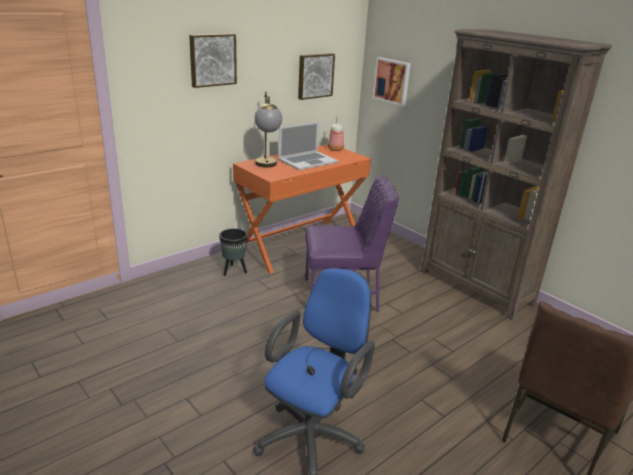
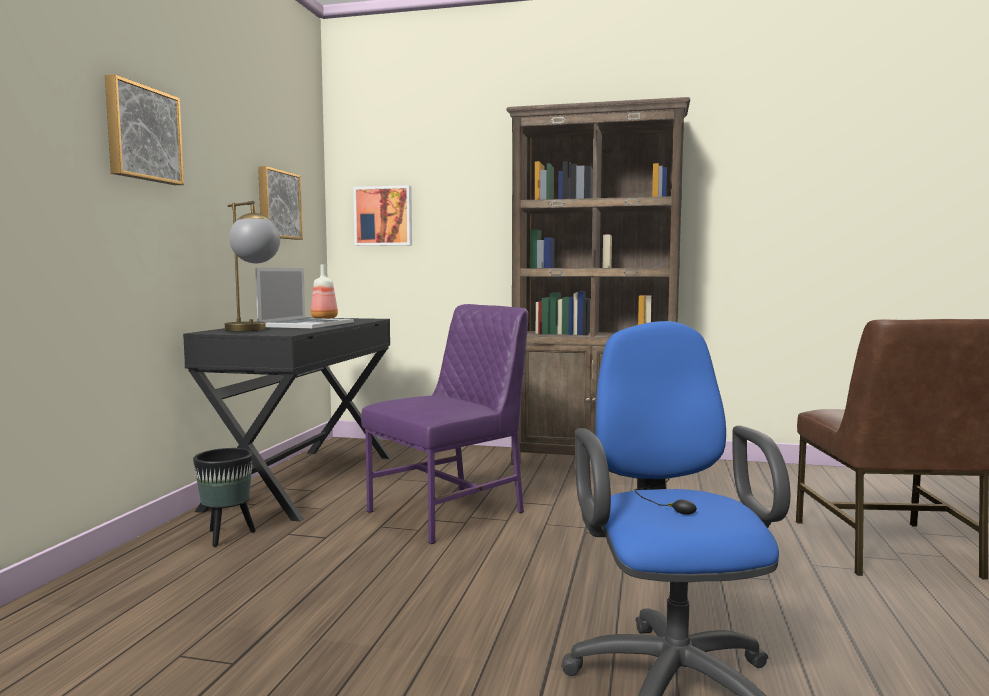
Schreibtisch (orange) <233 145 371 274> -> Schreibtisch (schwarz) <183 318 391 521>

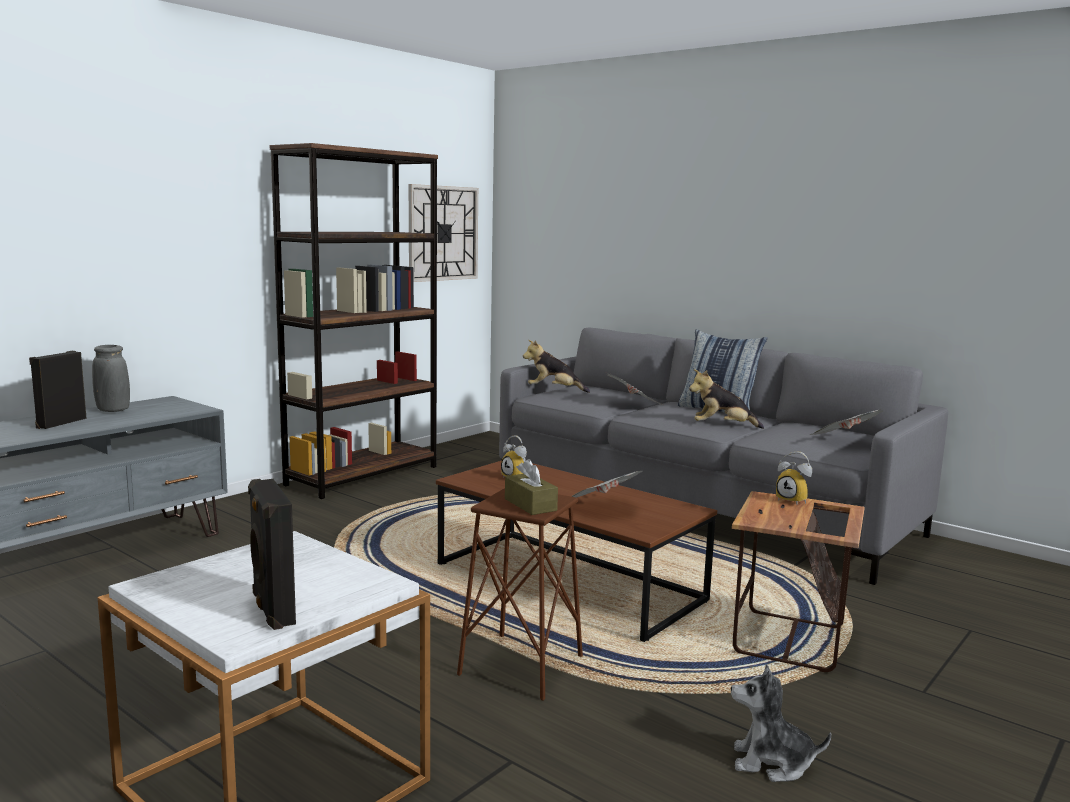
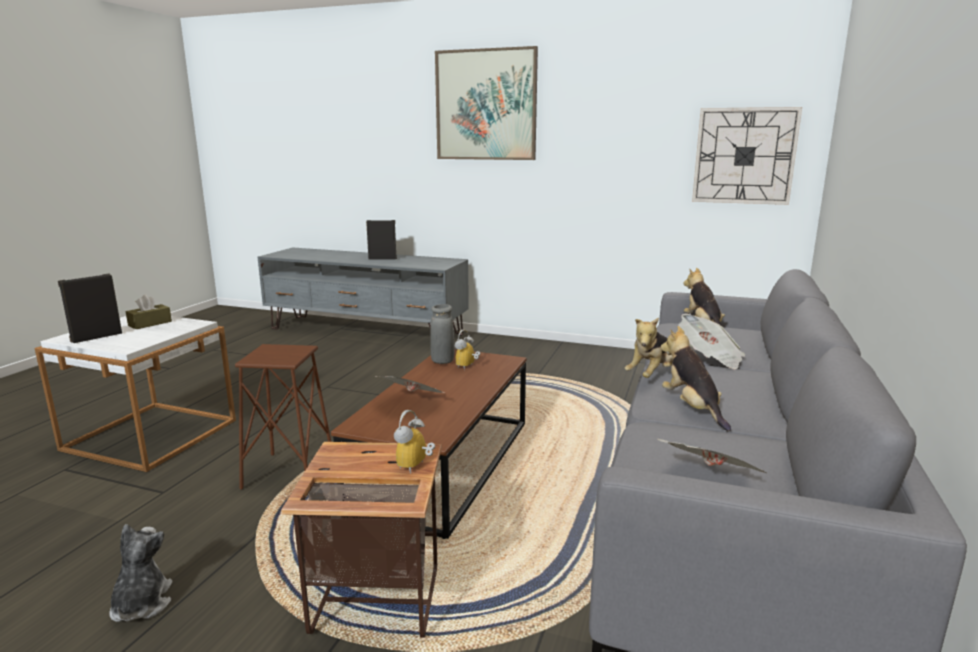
Bücherregal (braun) <270 143 438 499> -> none
Kissen <678 330 768 413> -> none
none -> Bild <435 46 538 160>
none -> Plüschtier <624 317 673 378>
Vase (grau) <92 345 130 412> -> Vase (grau) <430 304 454 364>, move
Taschentuchbox (braun) <505 459 558 515> -> Taschentuchbox (braun) <126 294 172 329>, move

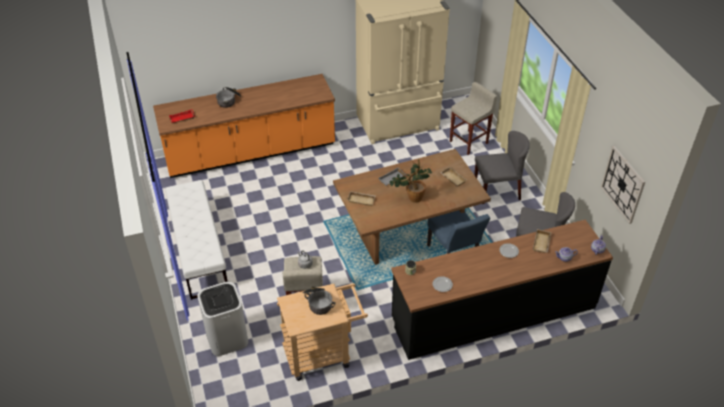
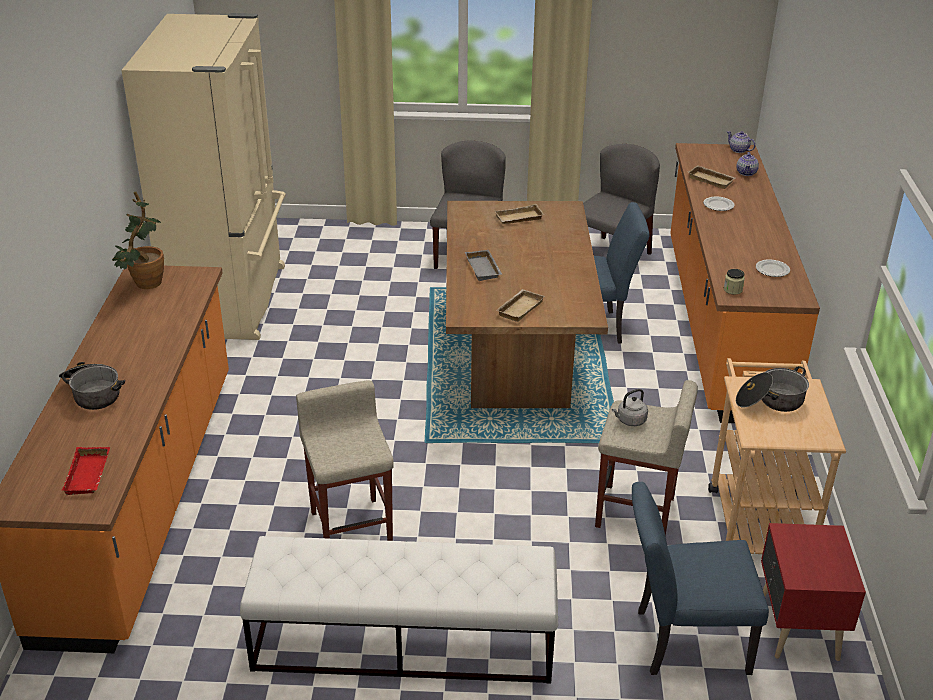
Wanduhr <601 146 645 224> -> none
none -> Nachttisch (rot) <761 523 866 661>
Topfpflanze <389 159 432 203> -> Topfpflanze <113 192 164 289>, move
Hocker (beige) <450 82 498 155> -> Hocker (beige) <296 381 394 541>, move
Mülleimer (weiß) <197 282 248 356> -> Stuhl (blau) <632 482 769 675>
Küchenzeile (schwarz) <391 220 613 360> -> Küchenzeile (orange) <670 143 820 423>

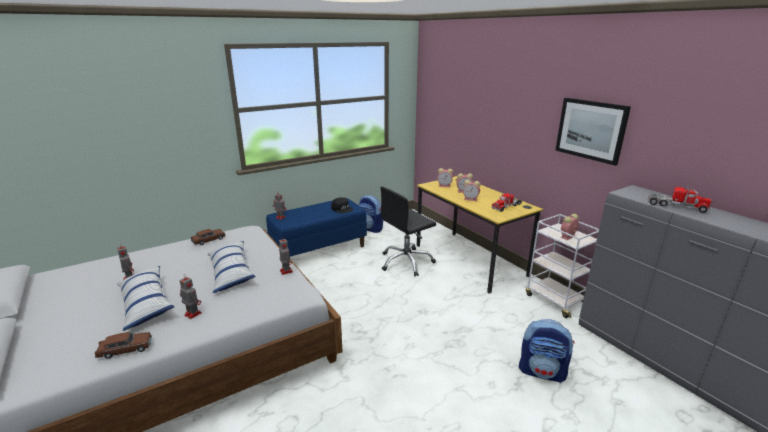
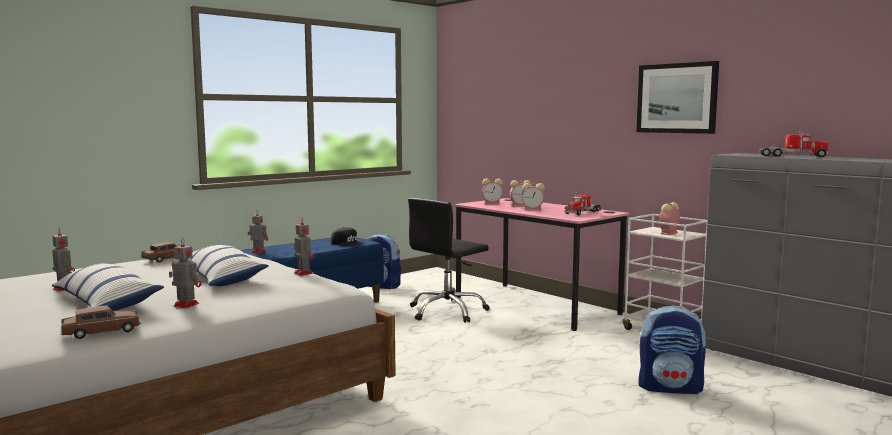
Schreibtisch (gelb) <417 176 543 294> -> Schreibtisch (rosa) <453 198 630 331>

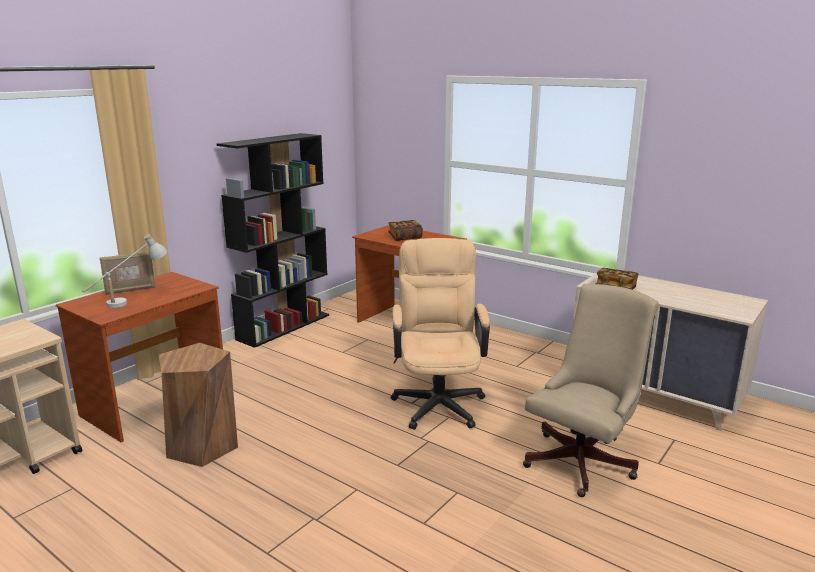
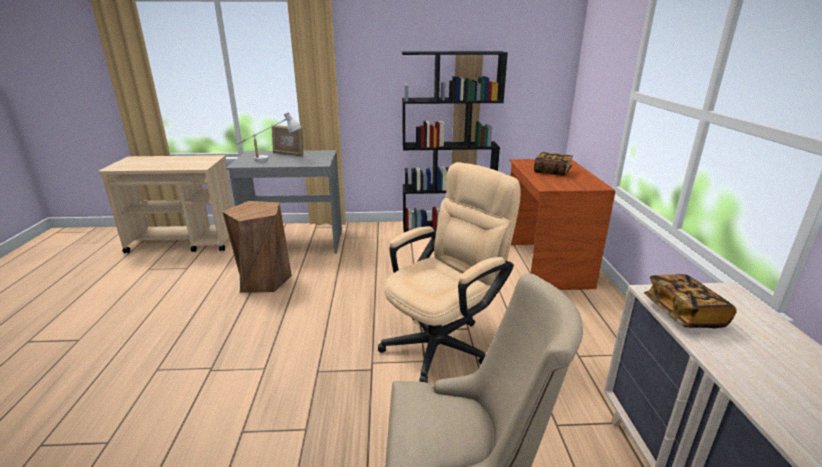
Schreibtisch (braun) <56 272 223 443> -> Schreibtisch (grau) <226 150 342 254>

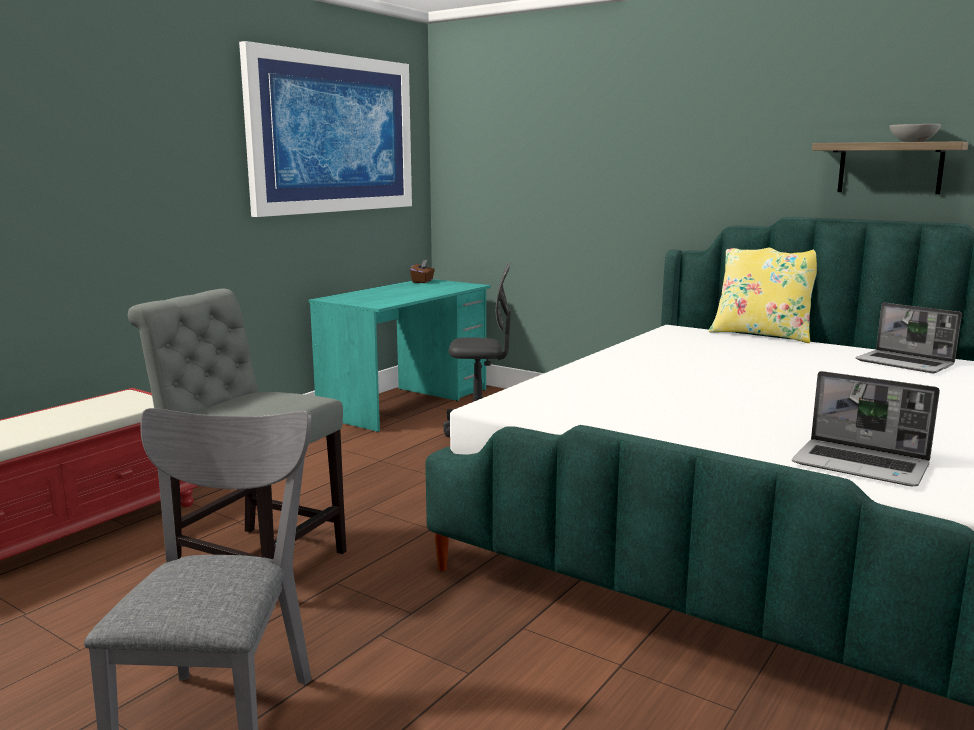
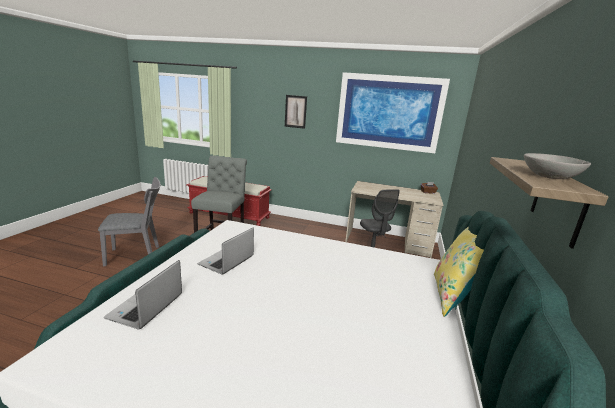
none -> Bild <285 95 307 129>
Laptop <856 303 962 373> -> Laptop <198 227 254 275>, move
Schreibtisch (türkis) <308 279 491 432> -> Schreibtisch (beige) <345 181 443 258>

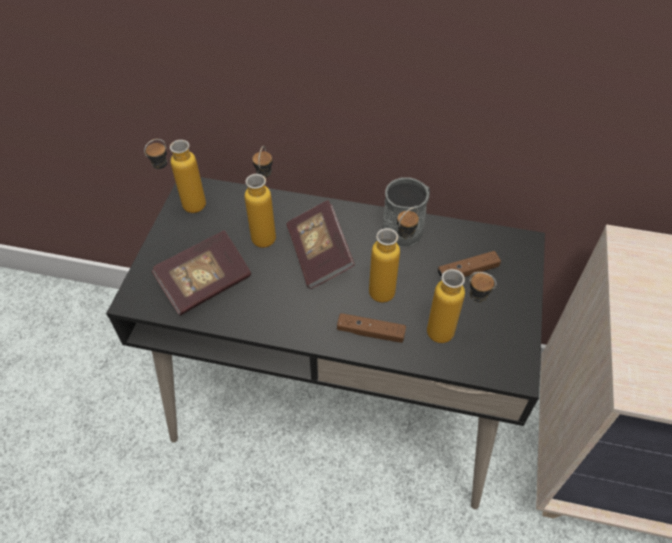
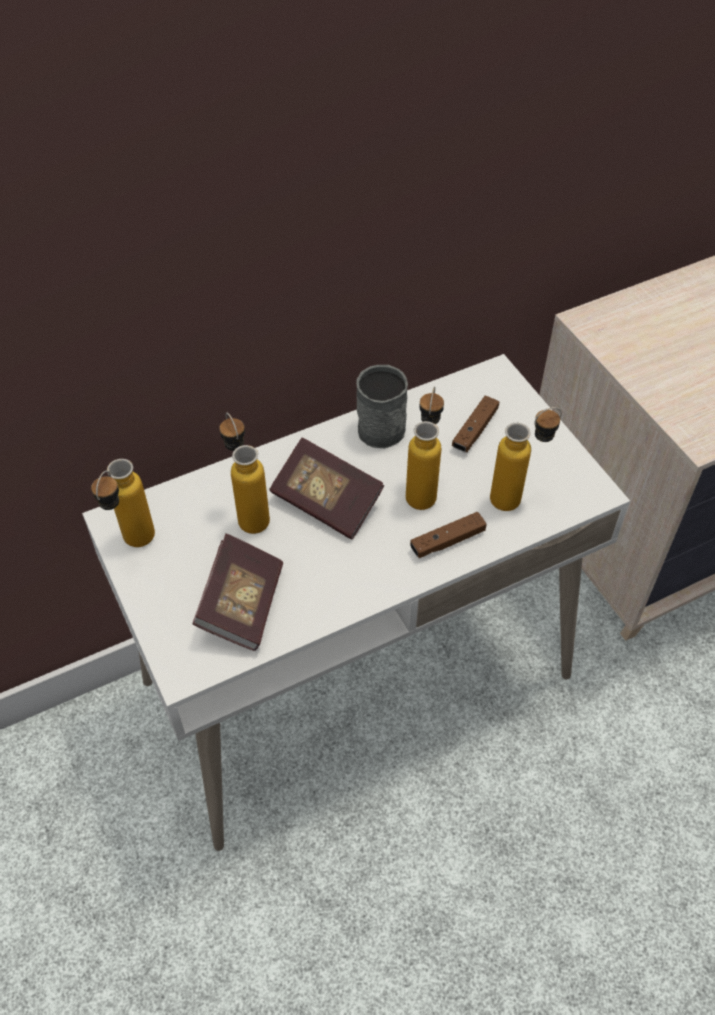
Schreibtisch (schwarz) <106 177 545 509> -> Schreibtisch (weiß) <82 354 630 851>

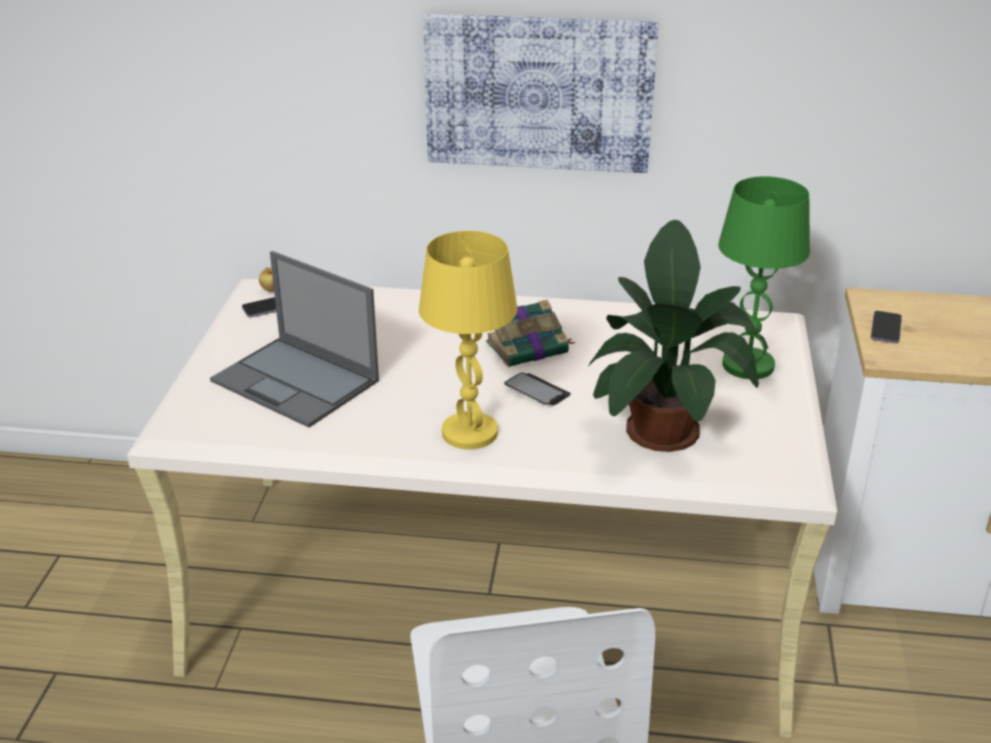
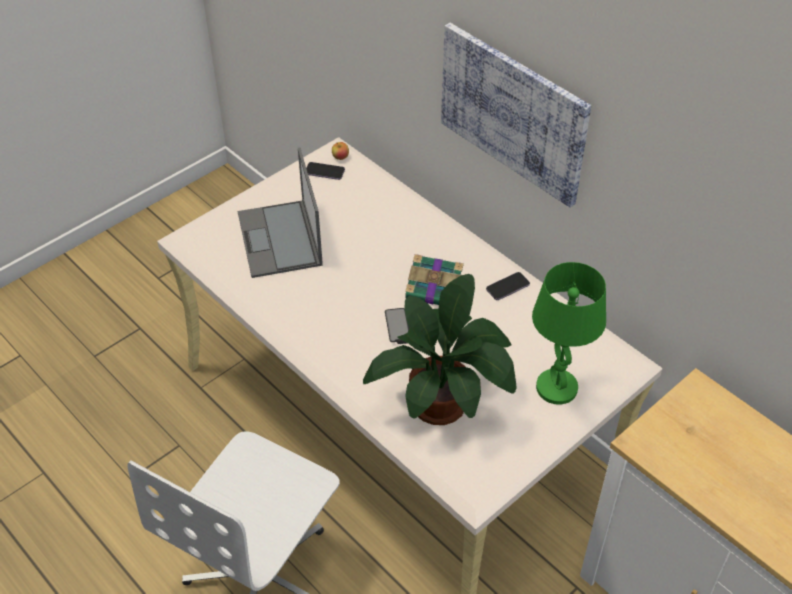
Tischlampe (gelb) <419 231 517 449> -> none
Handy <871 311 902 343> -> Handy <486 272 530 300>, move

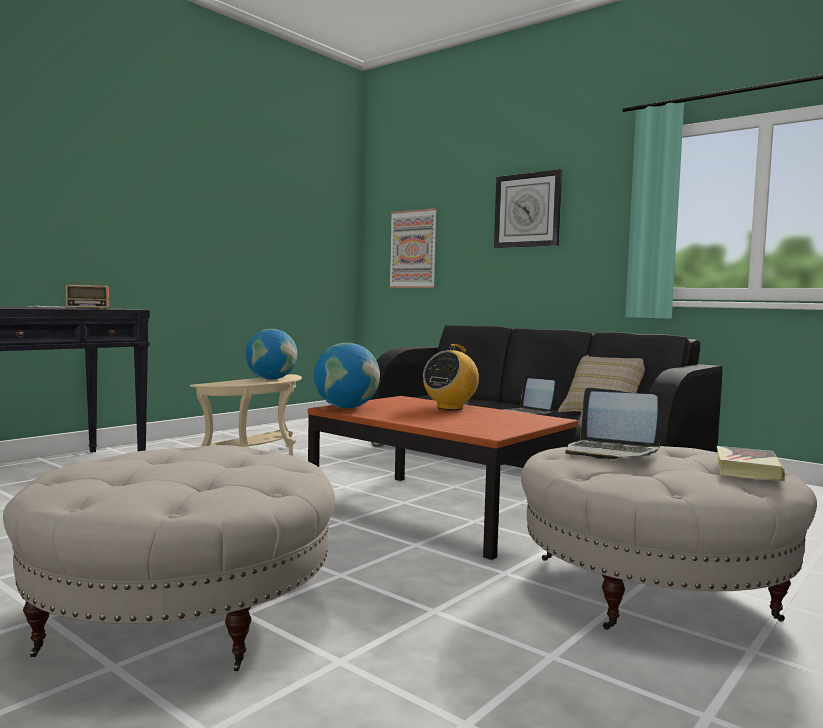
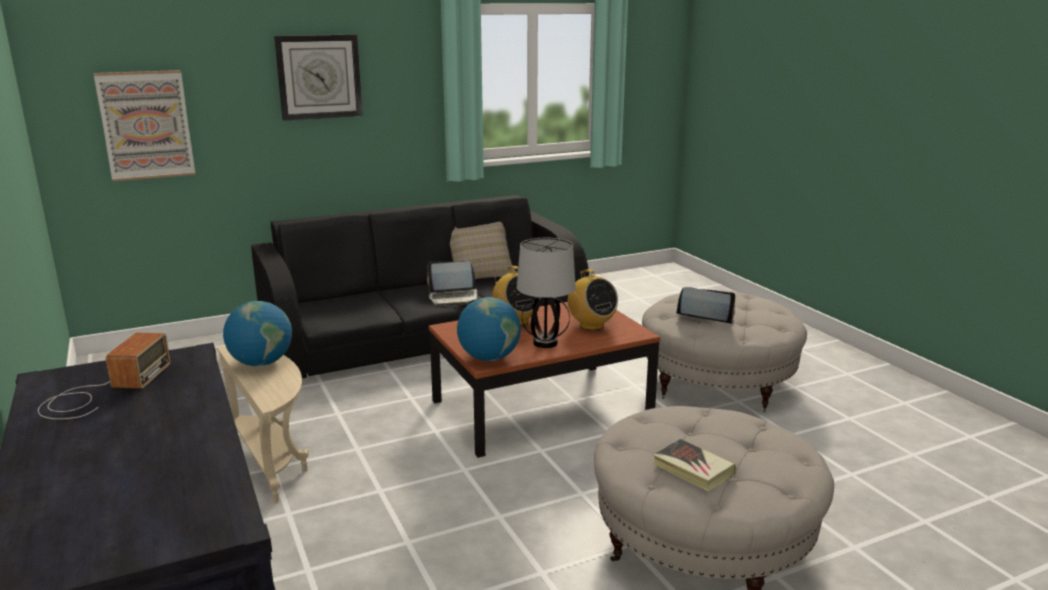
none -> Tischlampe <517 238 576 348>
none -> Radio <568 269 618 330>
Buch <717 446 785 481> -> Buch <653 439 736 492>, move
Laptop <565 387 661 459> -> Laptop <676 287 735 324>, 135 degrees counterclockwise

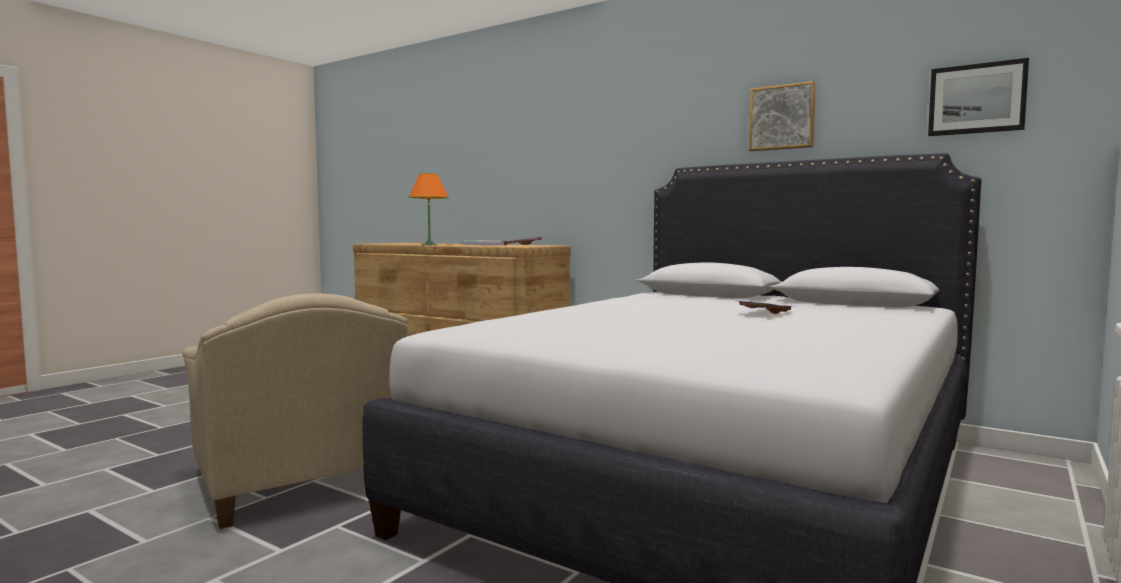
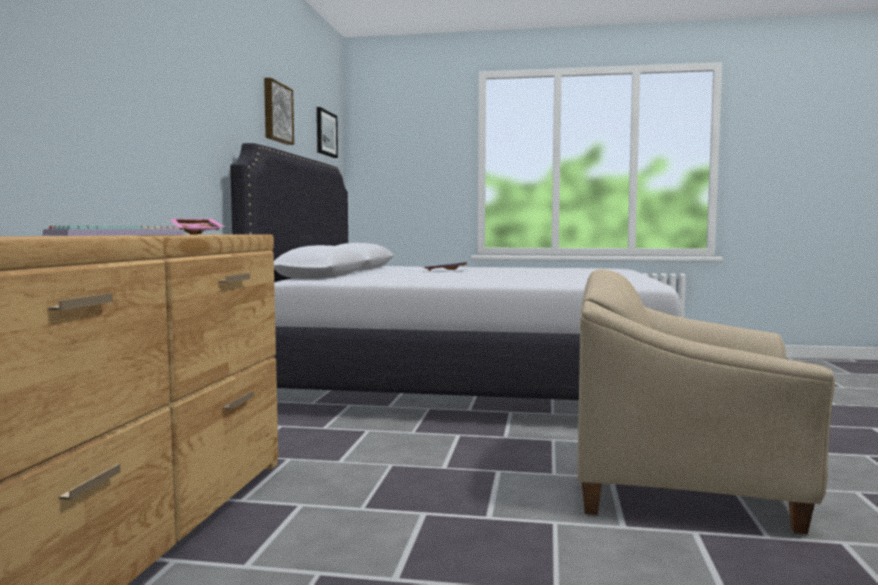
Tischlampe (orange) <408 173 449 245> -> none
Sessel (beige) <182 293 408 529> -> Sessel (beige) <577 269 835 535>, 105 degrees counterclockwise

